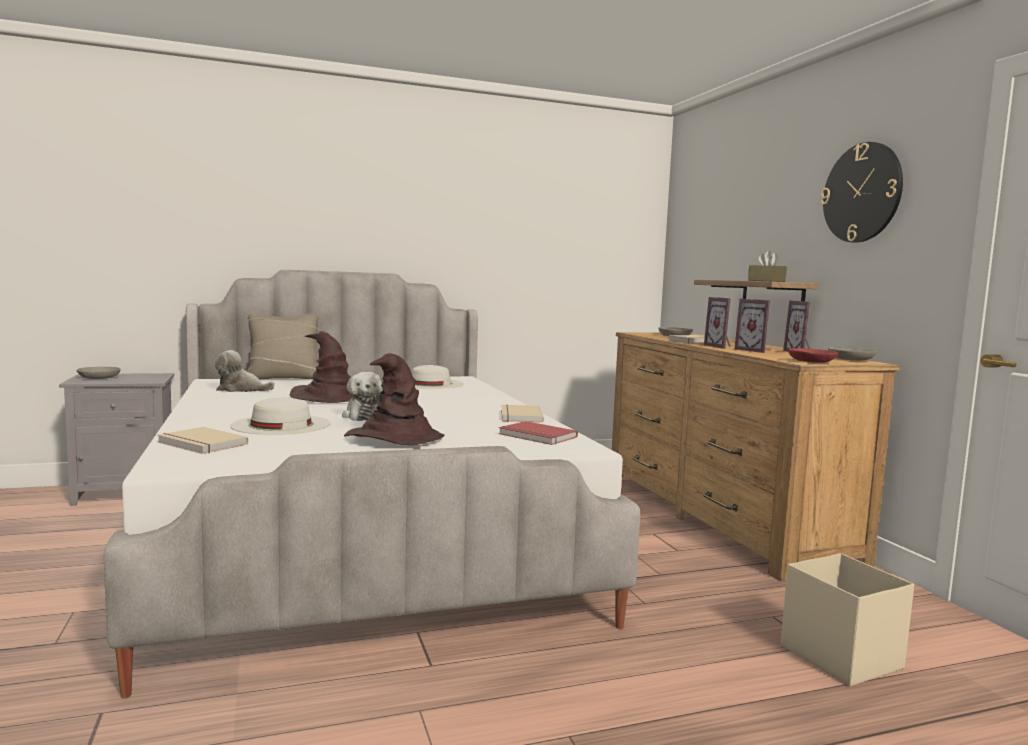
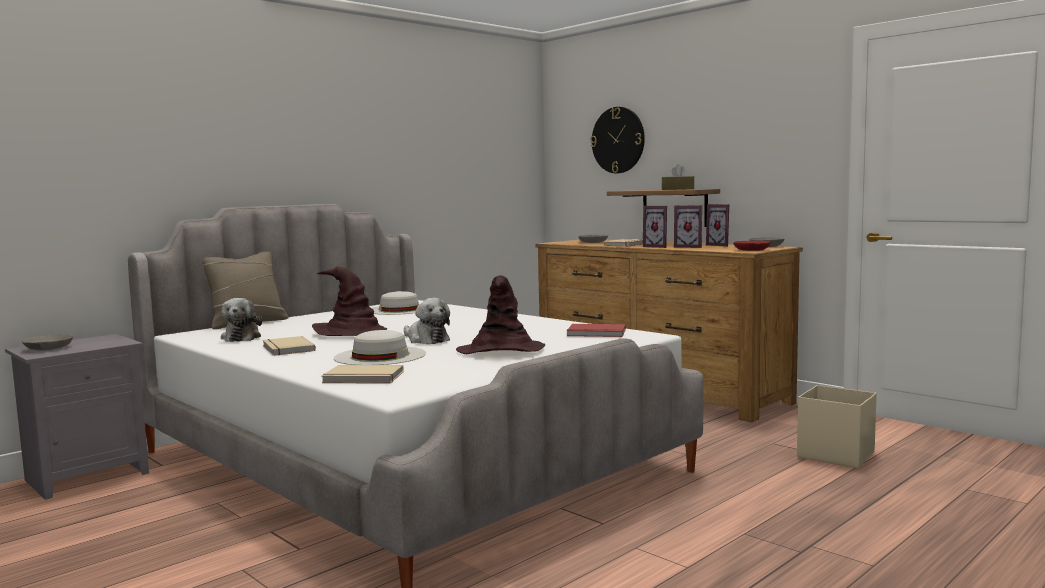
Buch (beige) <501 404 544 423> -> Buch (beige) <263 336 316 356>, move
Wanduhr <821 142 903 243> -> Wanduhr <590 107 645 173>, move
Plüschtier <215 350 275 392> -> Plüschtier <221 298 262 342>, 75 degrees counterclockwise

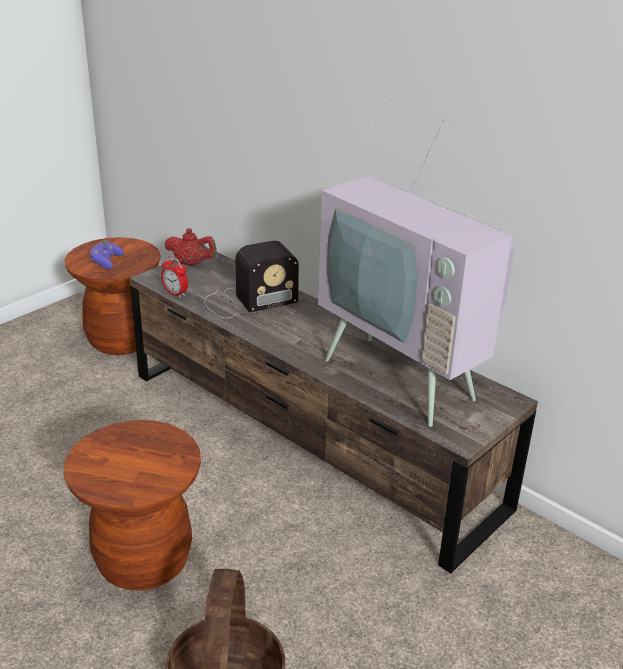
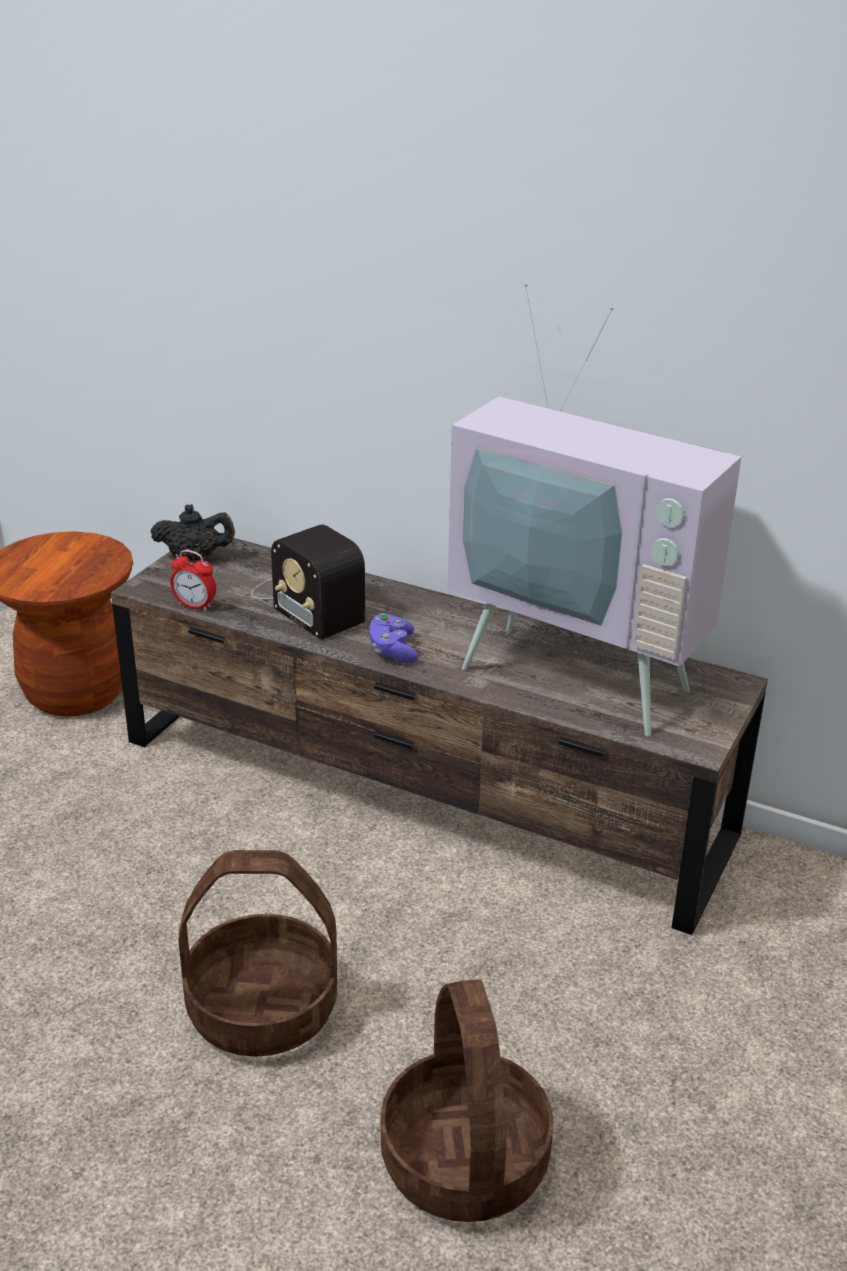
Gamepad (lila) <90 241 124 269> -> Gamepad (lila) <370 613 418 663>, move
Hocker (braun) <63 420 201 591> -> Korb <179 850 337 1057>
Teekanne (rot) <164 228 217 266> -> Teekanne (schwarz) <151 504 235 562>
Radio <204 240 299 318> -> Radio <251 525 365 640>, 90 degrees clockwise

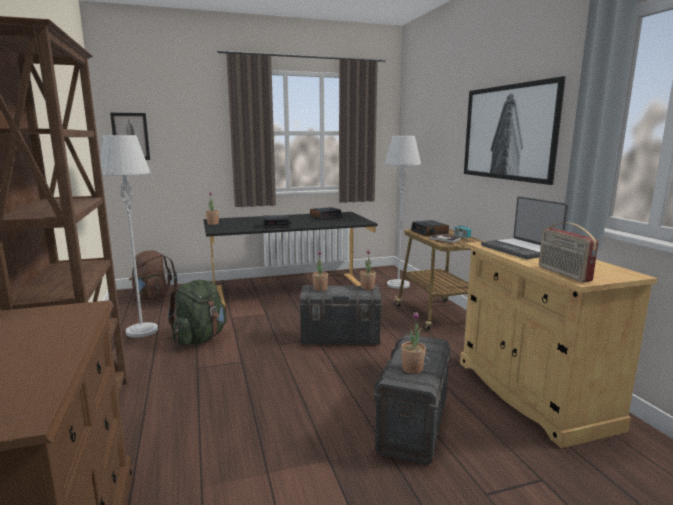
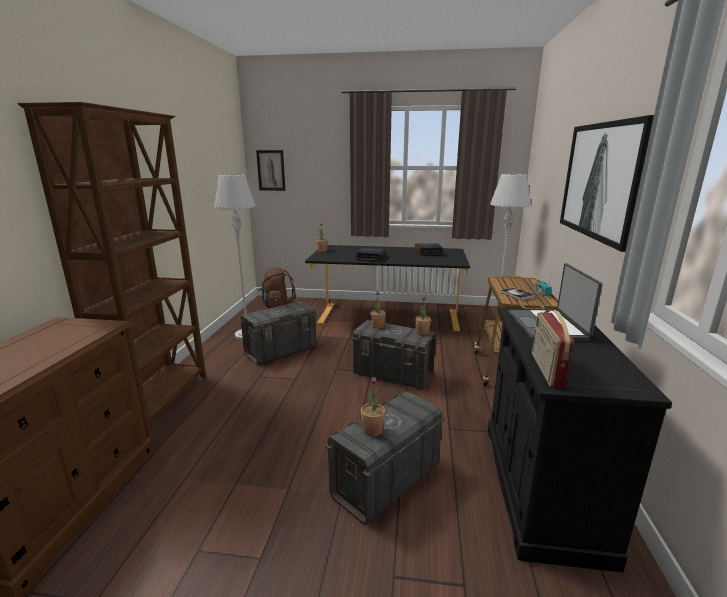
Wecker <411 220 449 236> -> none
Rucksack (grün) <168 280 227 345> -> Aufbewahrungsbox (grau) <239 301 317 365>
Schrank (beige) <460 241 657 448> -> Schrank (schwarz) <487 307 672 573>

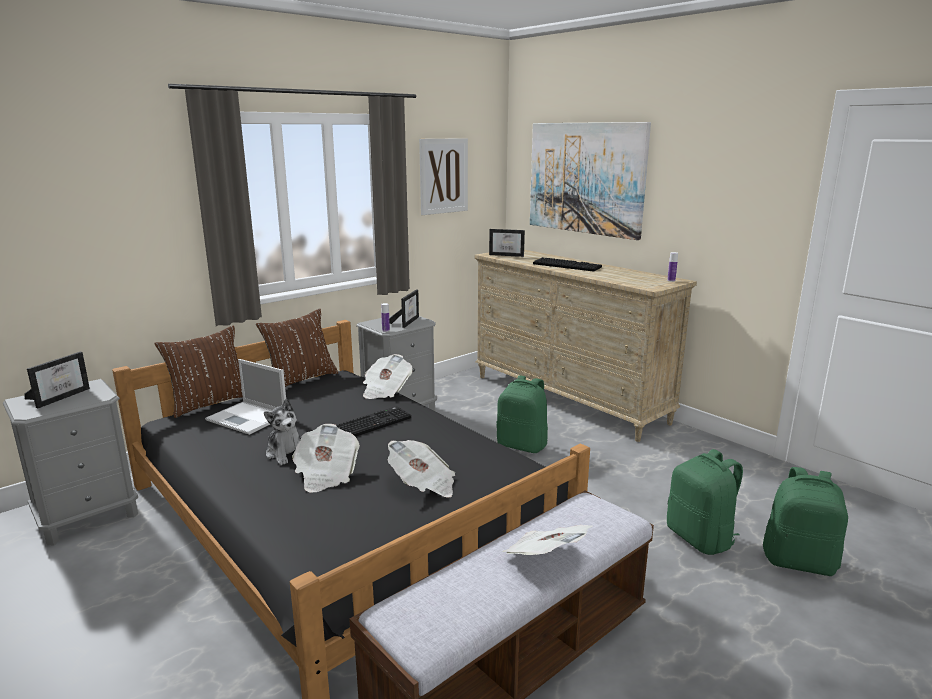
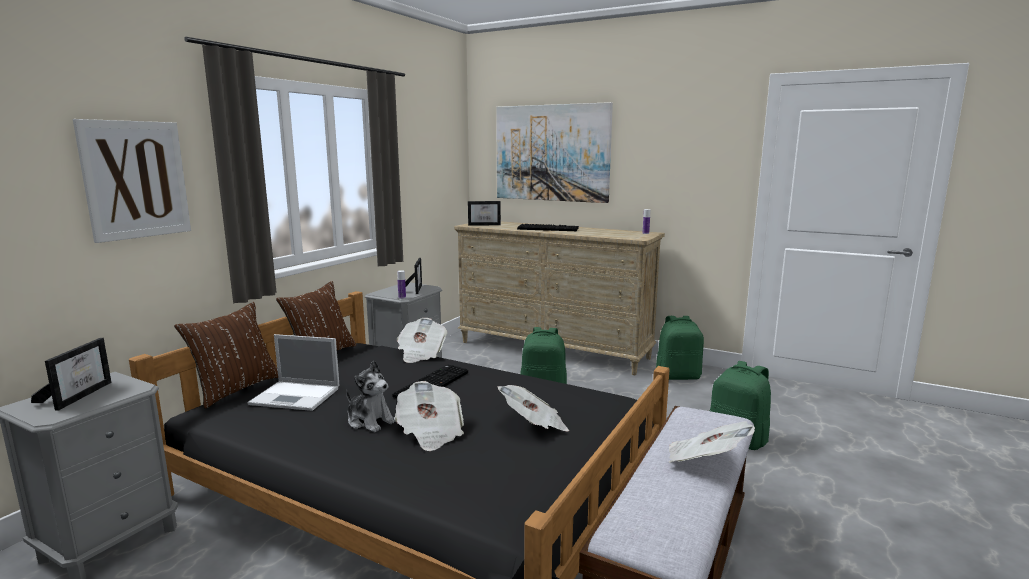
Bild <419 138 468 215> -> Bild <73 119 191 243>, move
Rucksack (grün) <763 467 848 576> -> Rucksack (grün) <656 316 704 380>, move

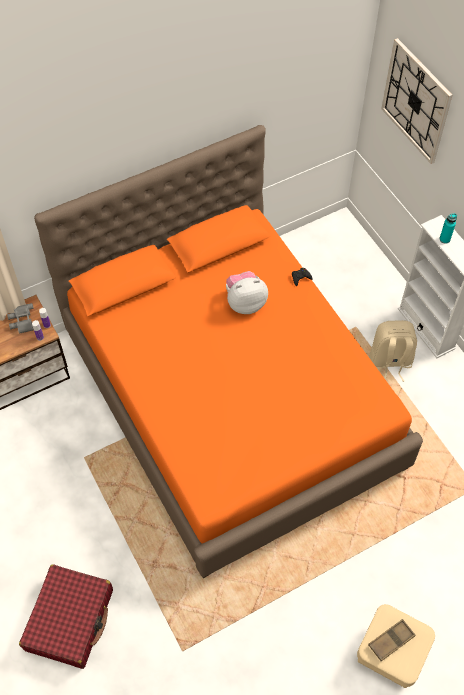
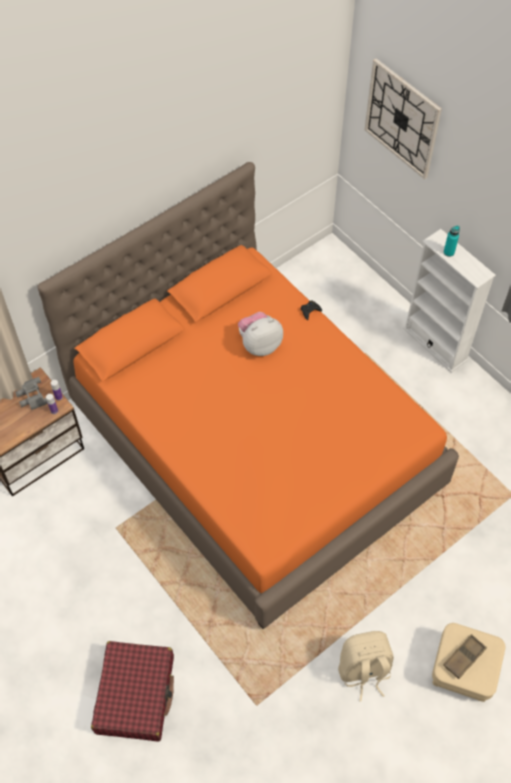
Rucksack (beige) <369 320 417 382> -> Rucksack (beige) <338 631 394 702>, move

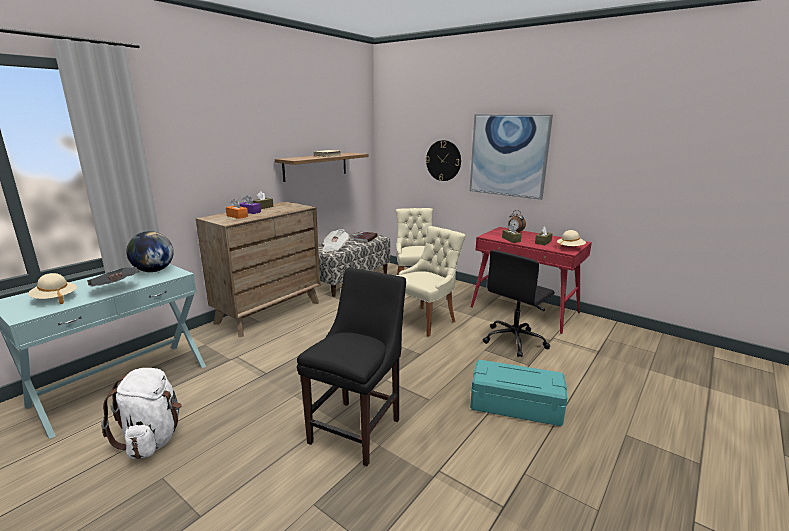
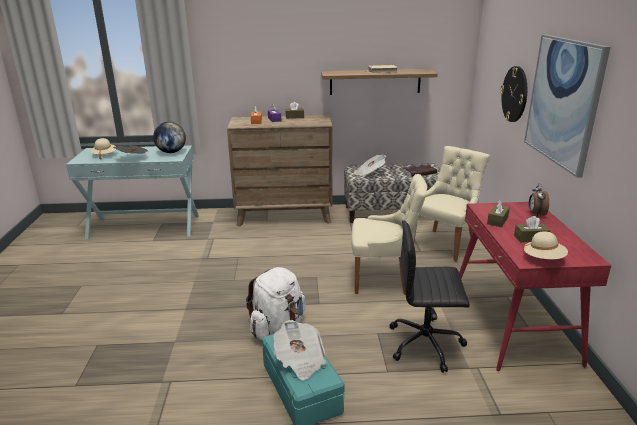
Stuhl (schwarz) <297 268 406 466> -> none
none -> Zeitung <273 320 327 380>
Rucksack (weiß) <101 368 182 459> -> Rucksack (weiß) <246 267 306 340>, move

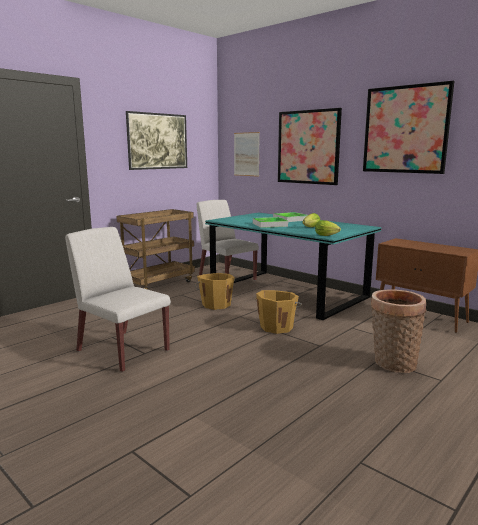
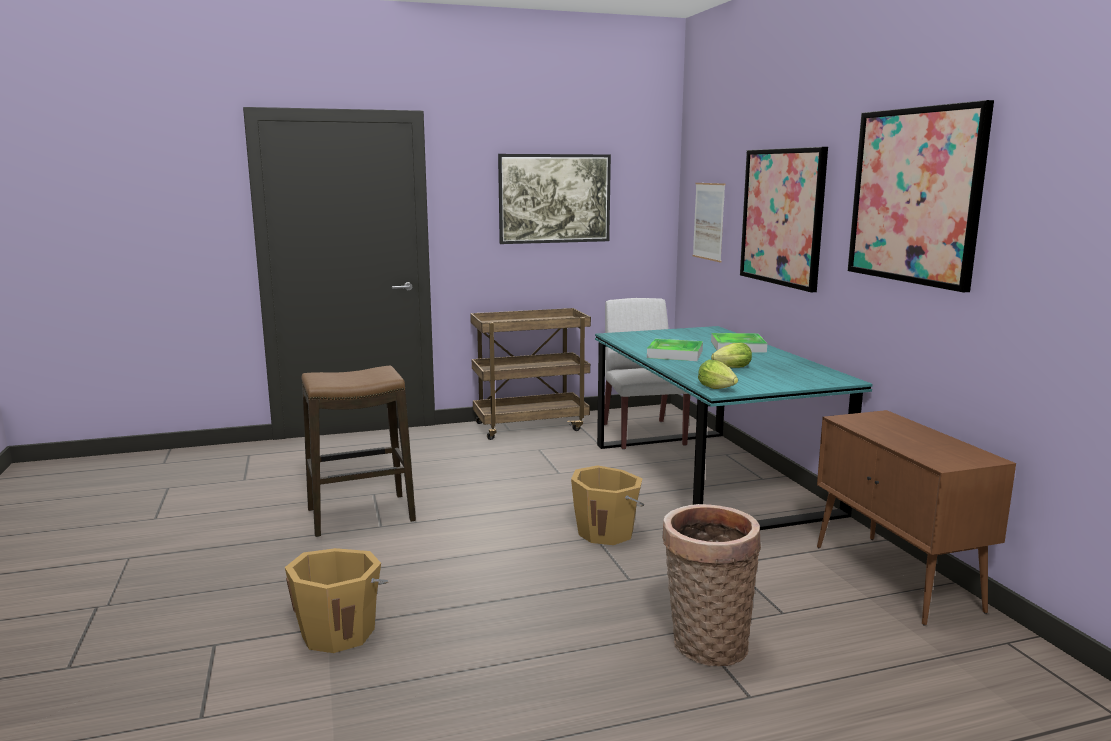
Eimer (orange) <195 273 235 310> -> Eimer (orange) <285 548 388 653>, move
Stuhl (weiß) <65 227 171 372> -> Hocker <302 366 416 537>

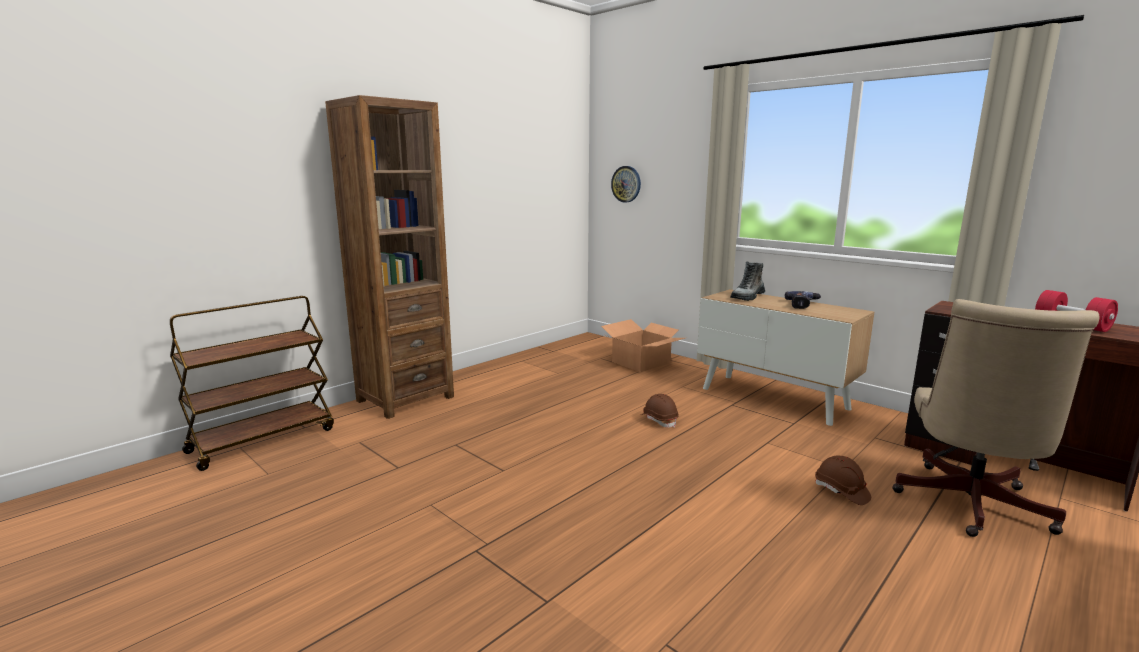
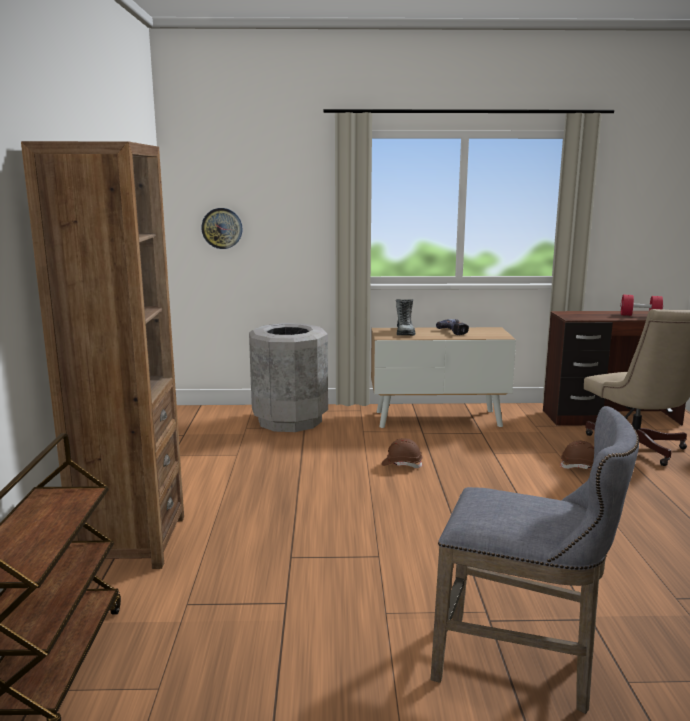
none -> Hocker (grau) <430 406 639 714>
Karton <601 319 685 372> -> Mülleimer (grau) <249 323 328 432>

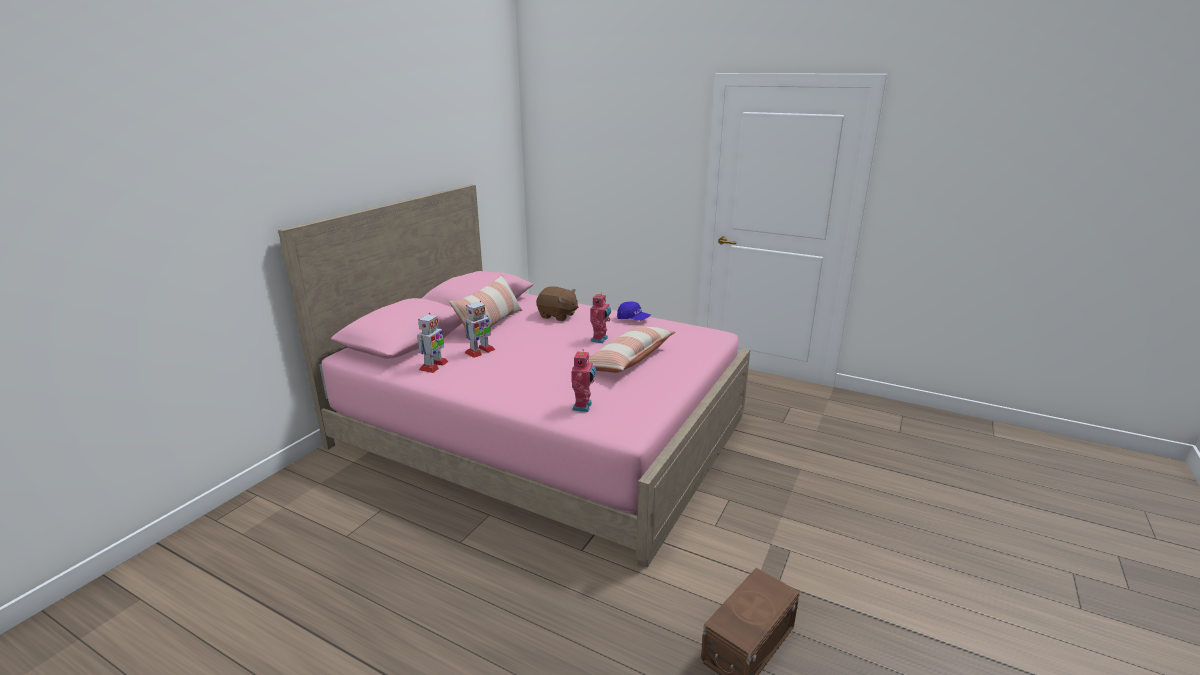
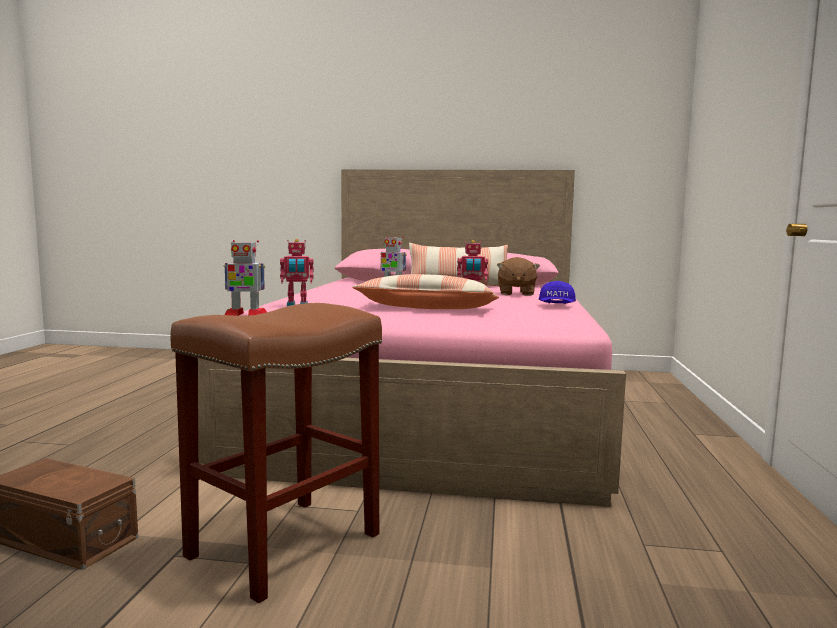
none -> Hocker (braun) <170 303 382 603>
Spielzeugroboter <417 313 449 373> -> Spielzeugroboter <224 240 267 316>, move

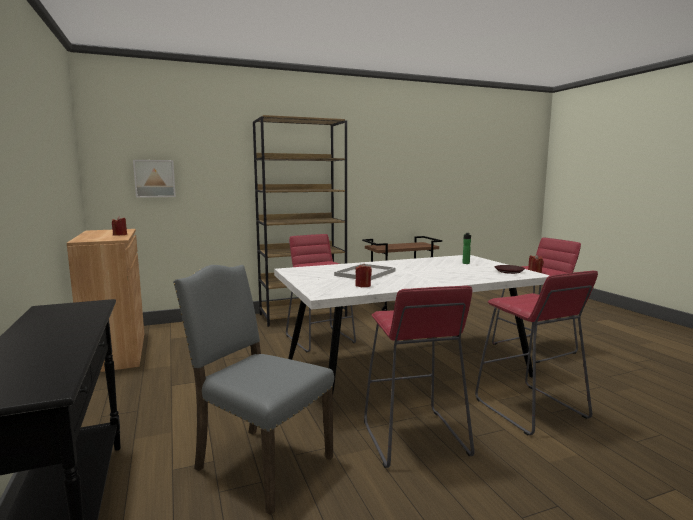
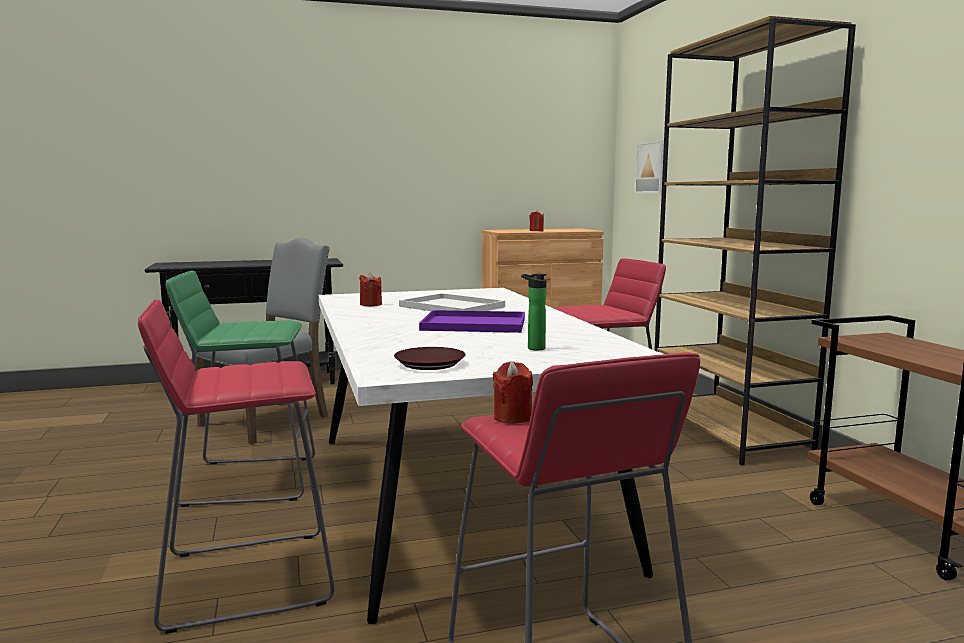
none -> Tablett (lila) <419 310 525 333>
Hocker (rot) <364 285 474 468> -> Hocker (grün) <165 271 315 507>

